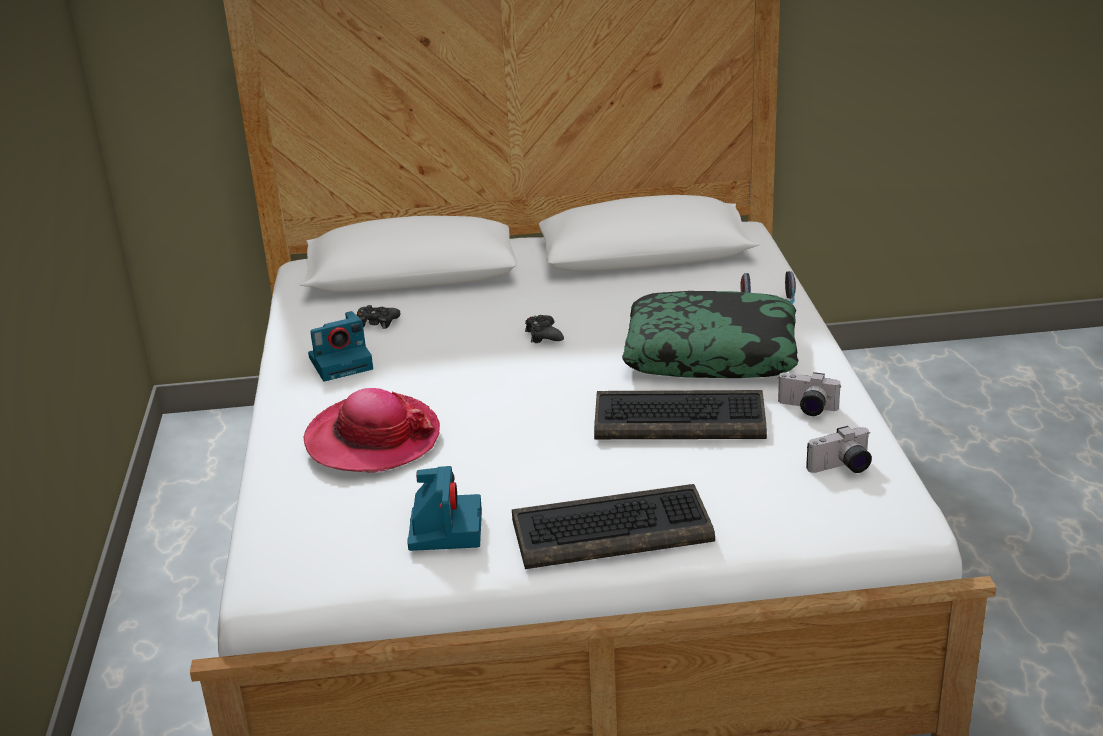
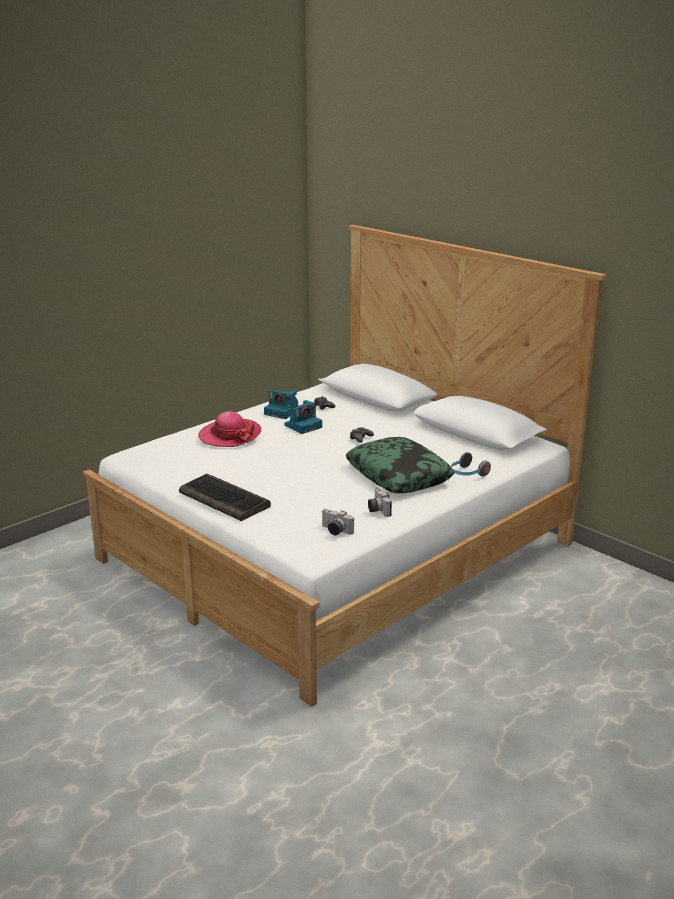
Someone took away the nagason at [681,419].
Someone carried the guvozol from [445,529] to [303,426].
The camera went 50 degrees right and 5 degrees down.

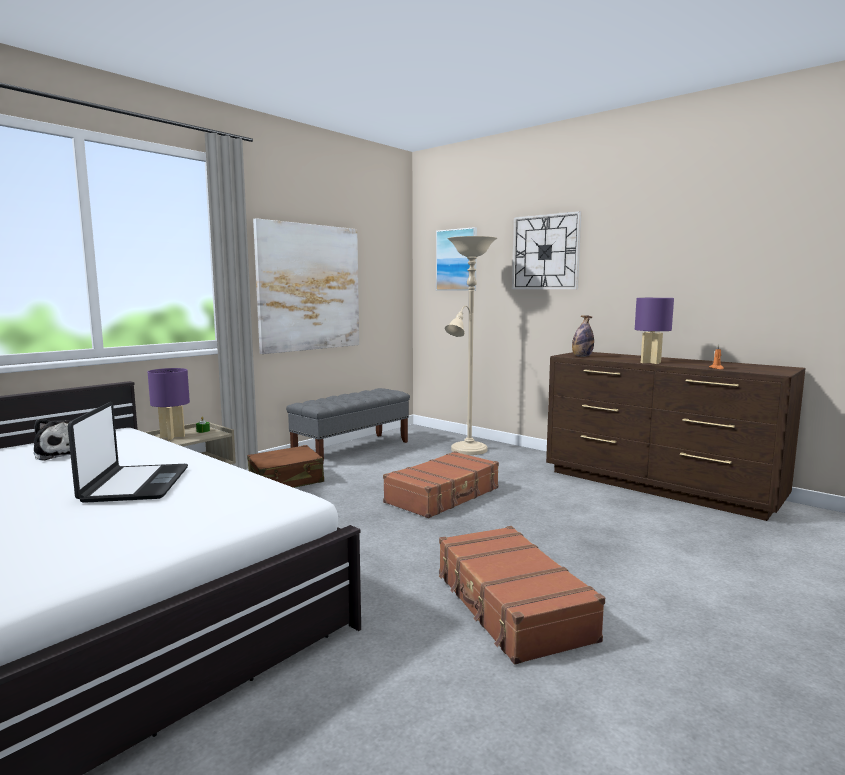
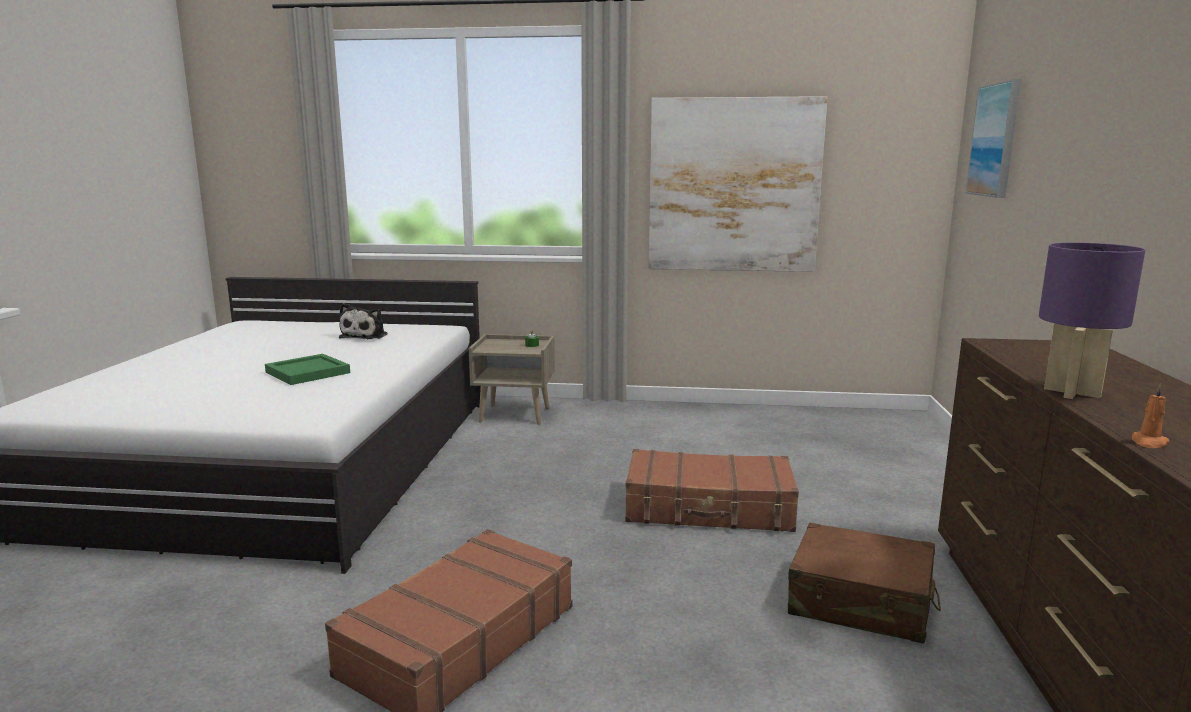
Someone took away the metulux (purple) at [172,437].
Someone took away the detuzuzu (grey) at [352,449].
Someone took away the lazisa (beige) at [467,451].
Someone took away the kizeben at [545,252].
Someone took away the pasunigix at [582,356].
Someone carried the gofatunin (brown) from [286,481] to [860,602].
Someone swapped the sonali at [135,484] for the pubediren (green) at [308,372].
The camera went 55 degrees right and 5 degrees up.

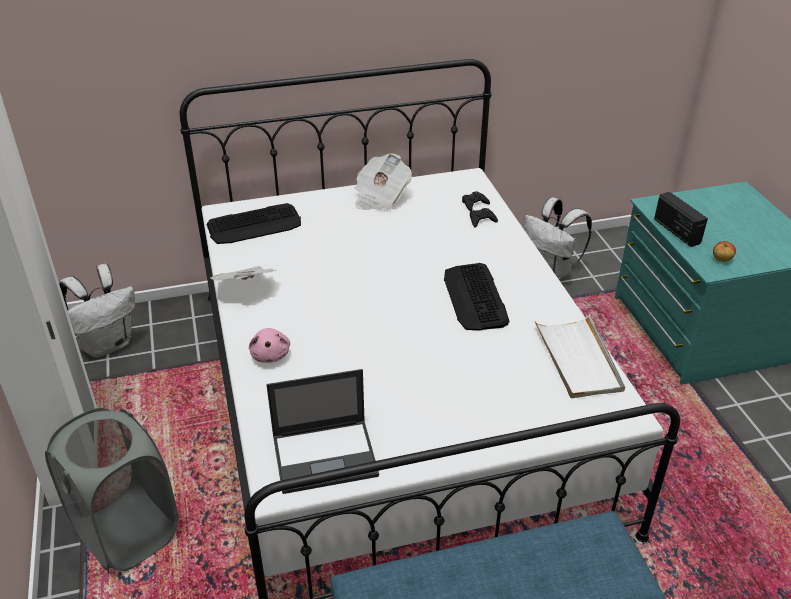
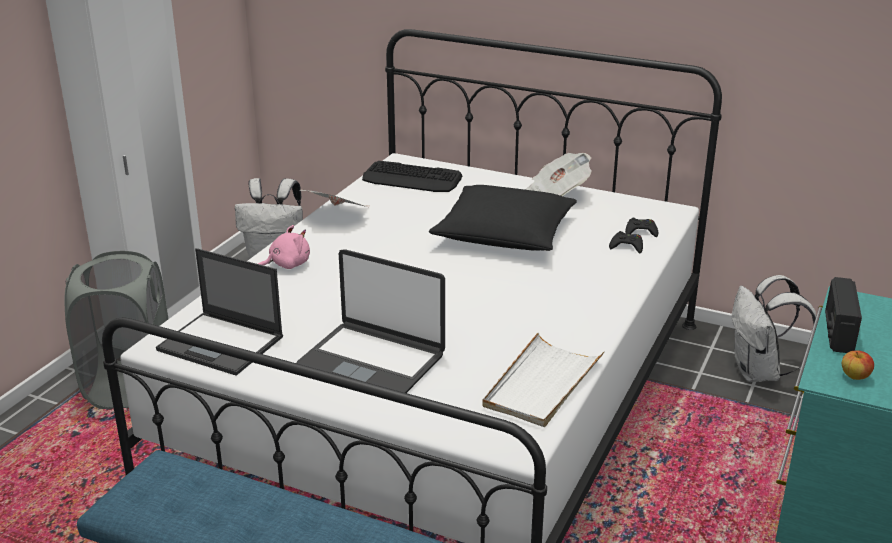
Someone took away the nagason at [475,297].
Someone put down the sonali at [372,360].
Someone put down the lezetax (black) at [504,233].
Someone rotated the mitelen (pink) at [270,354] by 150 degrees counterclockwise.
The camera went 40 degrees right and 10 degrees down.

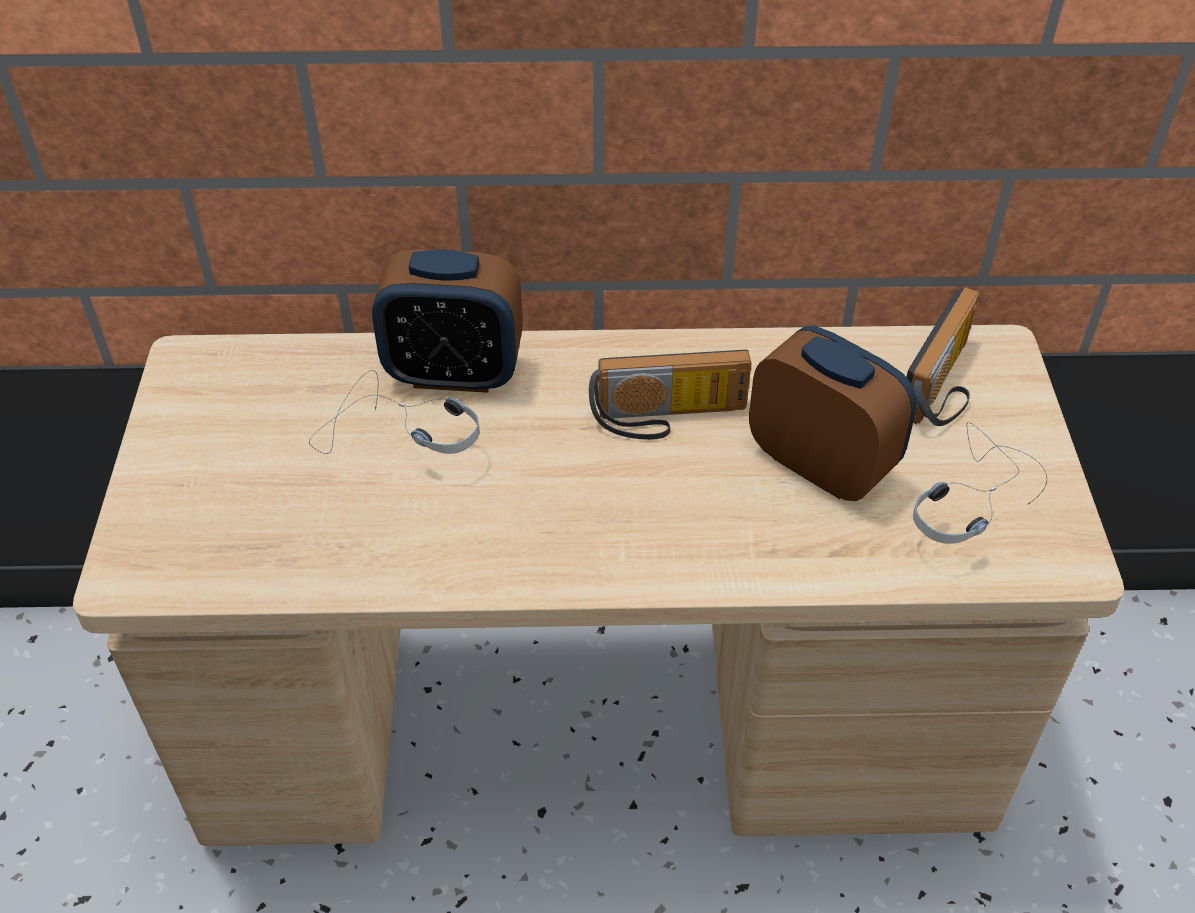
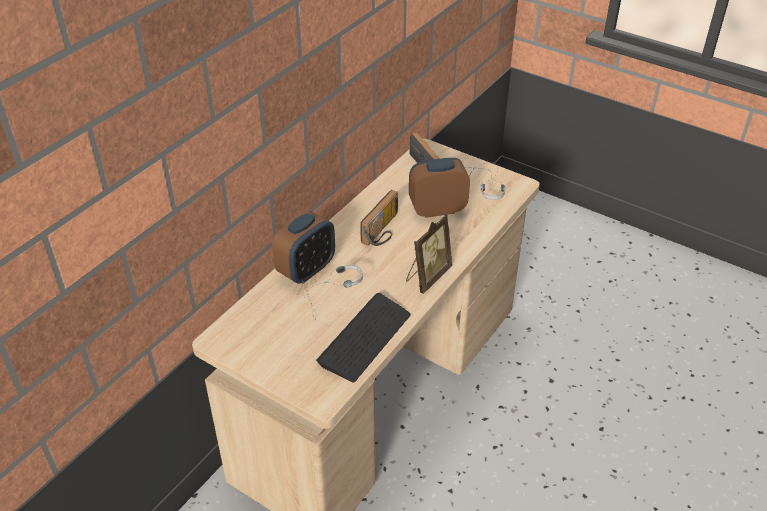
Someone put down the nagason at [365,338].
Someone put down the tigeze at [427,276].
The camera went 55 degrees left and 5 degrees down.

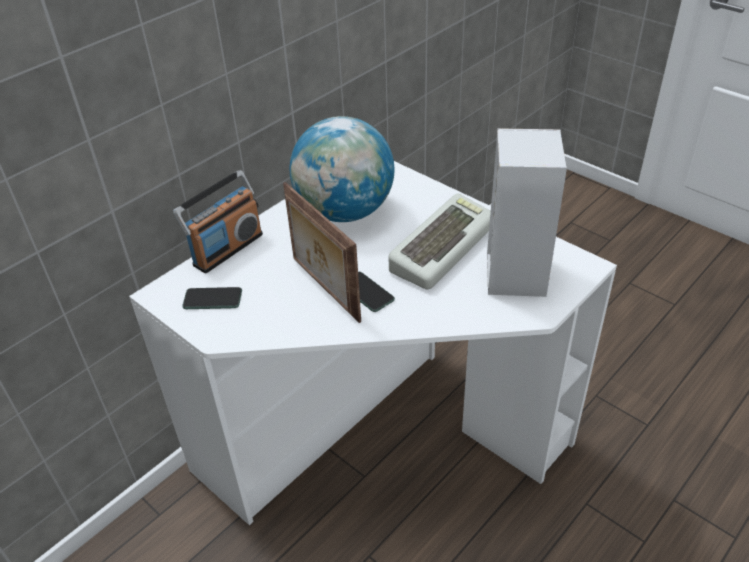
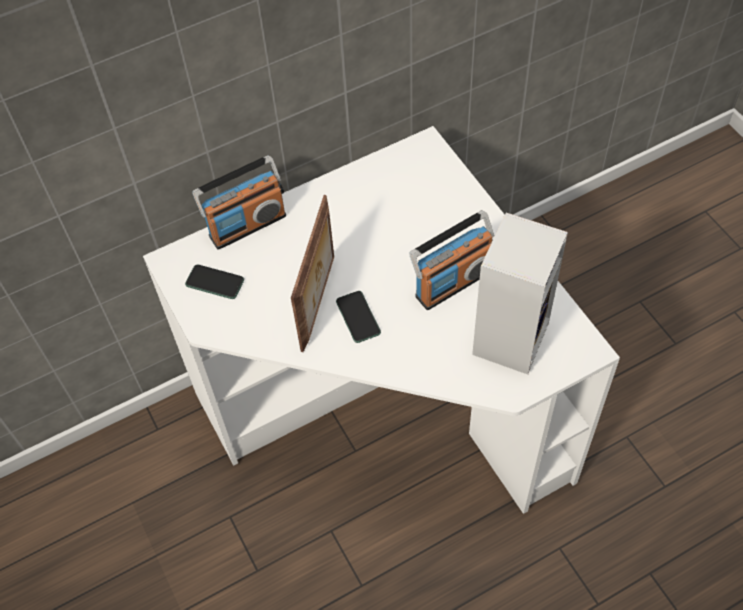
Someone took away the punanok at [345,211].
Someone swapped the nagason at [441,247] for the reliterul at [453,282].
Someone rotated the tigeze at [323,289] by 150 degrees counterclockwise.
The camera went 20 degrees right and 15 degrees up.

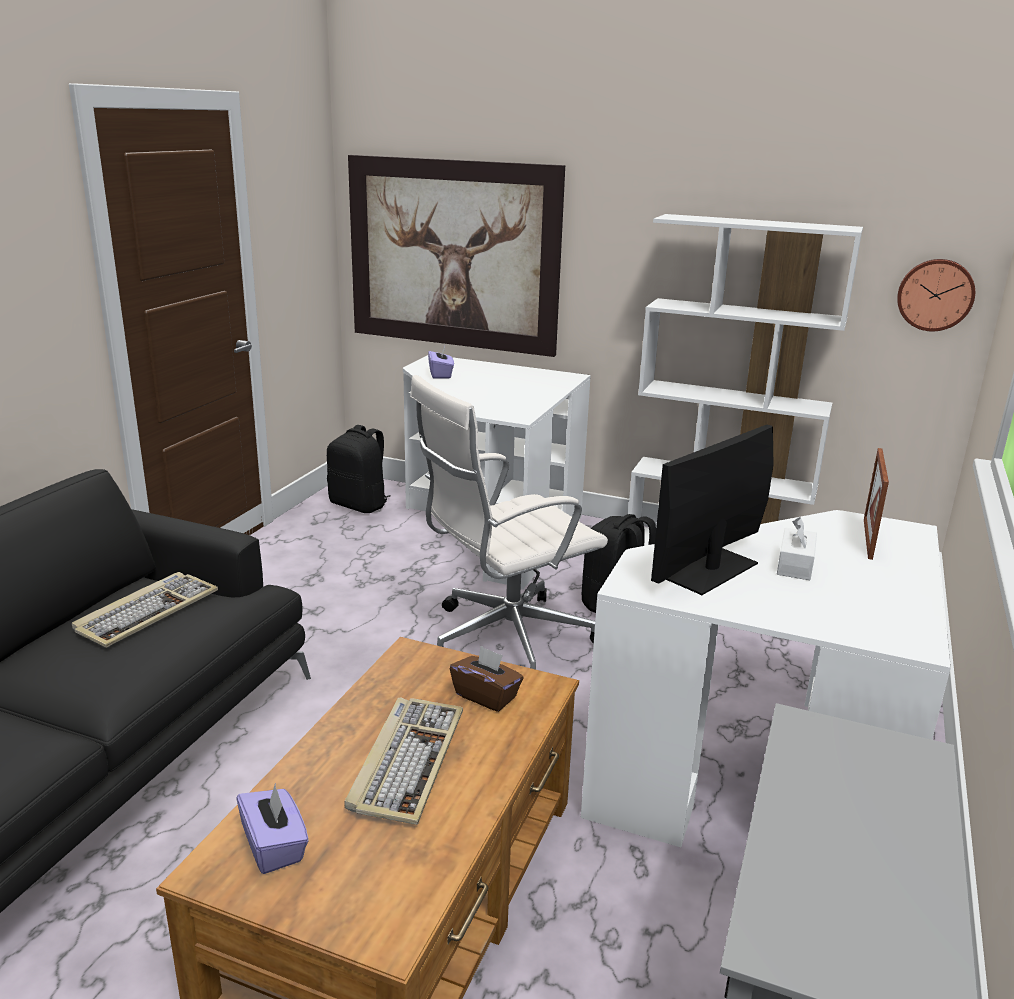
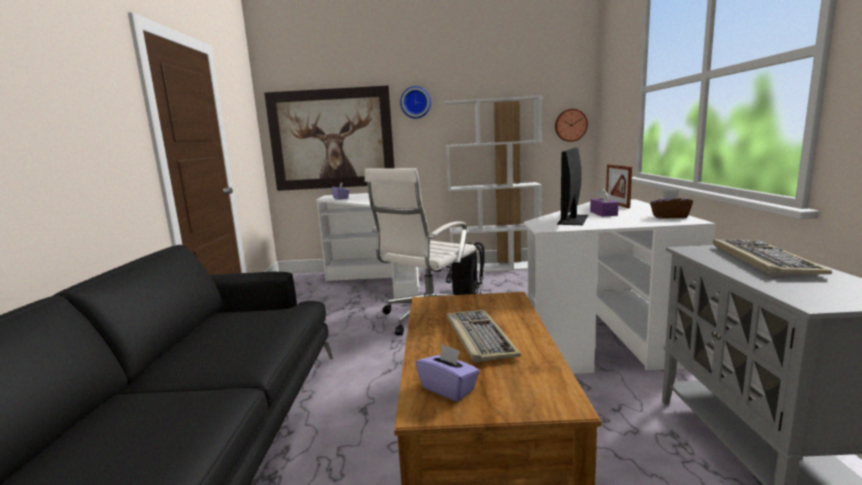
Someone took away the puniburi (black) at [360,505].
Someone put up the kizeben at [415,102].
Someone carried the nagason from [147,612] to [761,260].
Someone carried the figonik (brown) from [486,696] to [669,217].
Someone repainted the figonik (white) at [795,565], which became the figonik (purple) at [603,213].
The camera went 20 degrees left and 10 degrees down.

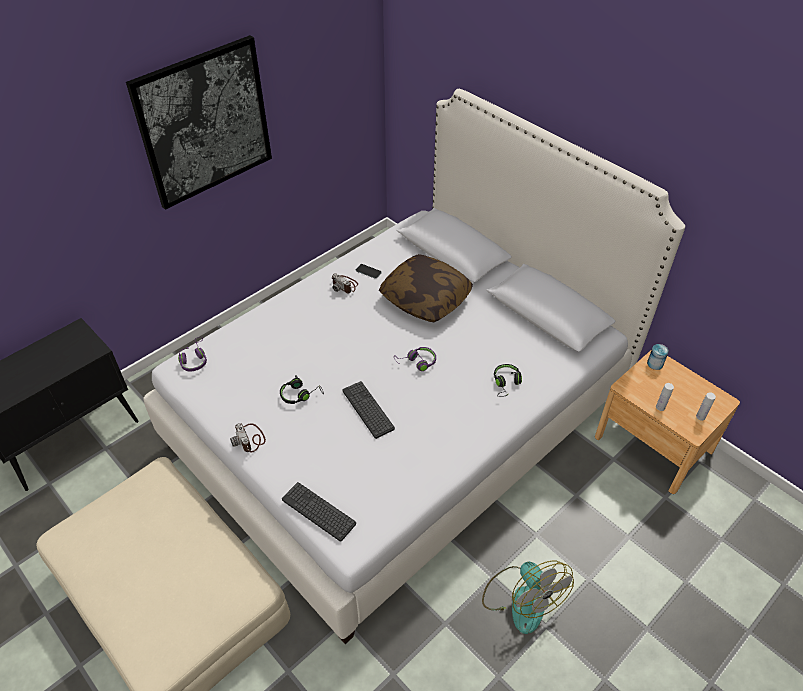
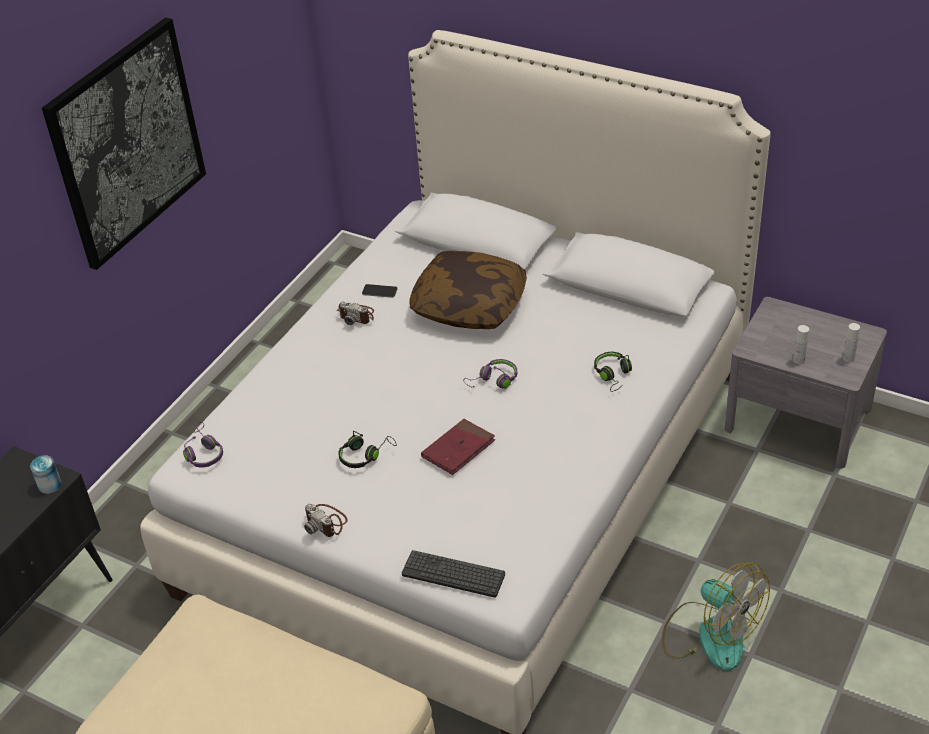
Someone carried the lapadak from [655,364] to [50,485].
Someone swapped the nagason at [368,409] for the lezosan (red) at [458,449].
Someone repainted the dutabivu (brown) at [653,444], which became the dutabivu (grey) at [798,418].
The camera went 15 degrees left and 5 degrees down.

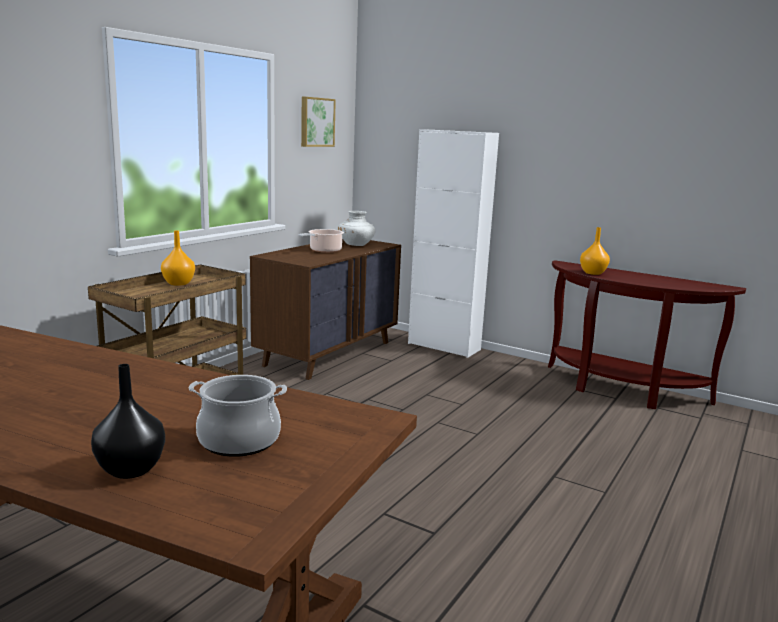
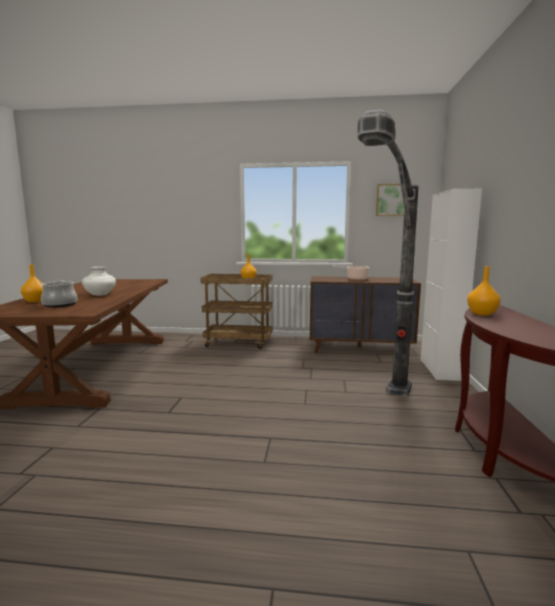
Someone put down the lazisa at [384,423].
Someone carried the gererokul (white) from [356,245] to [100,295].
Someone repainted the gererokul (black) at [129,469], which became the gererokul (orange) at [35,301].
The camera went 65 degrees right and 5 degrees down.

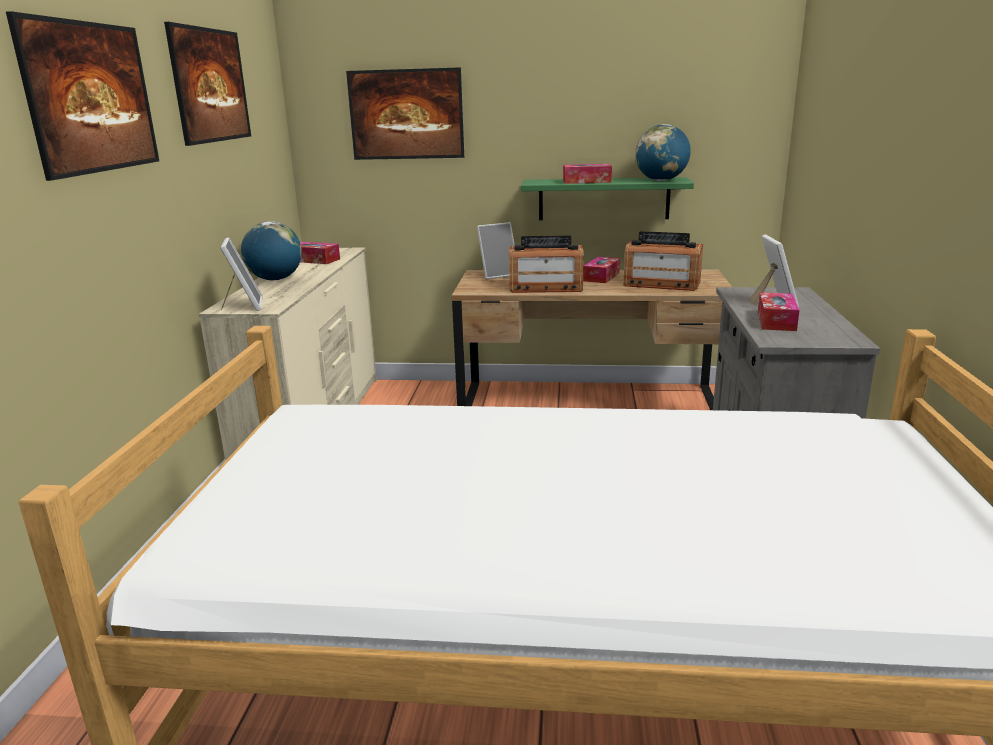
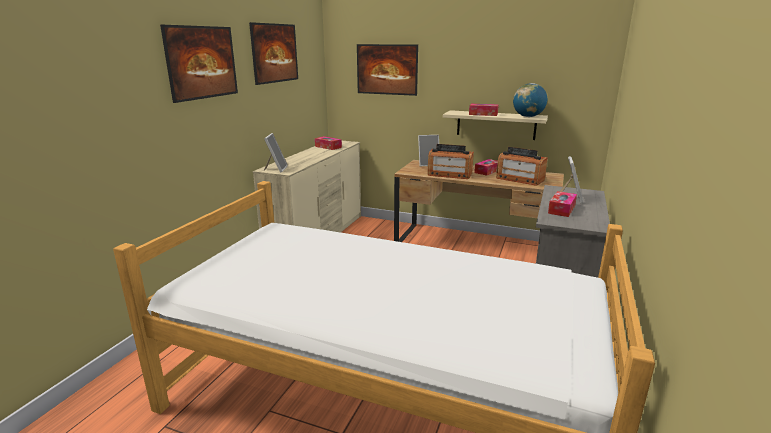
Someone took away the punanok at [275,279].
Someone repainted the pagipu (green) at [603,199], which became the pagipu (beige) at [496,125].
The camera went 15 degrees right and 0 degrees up.

